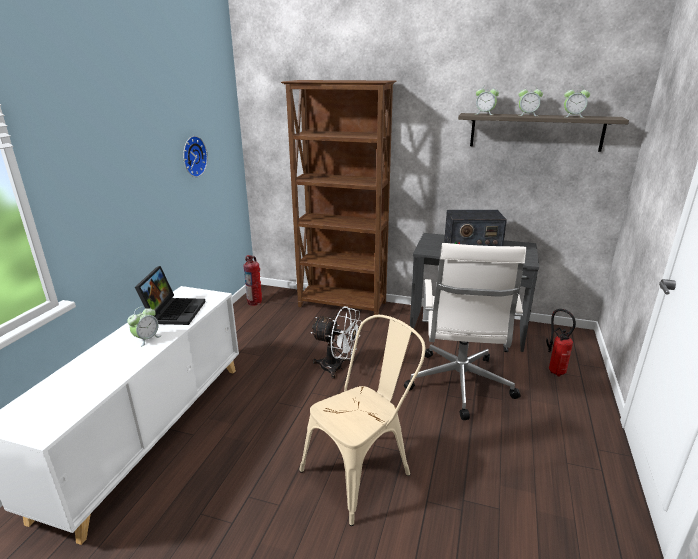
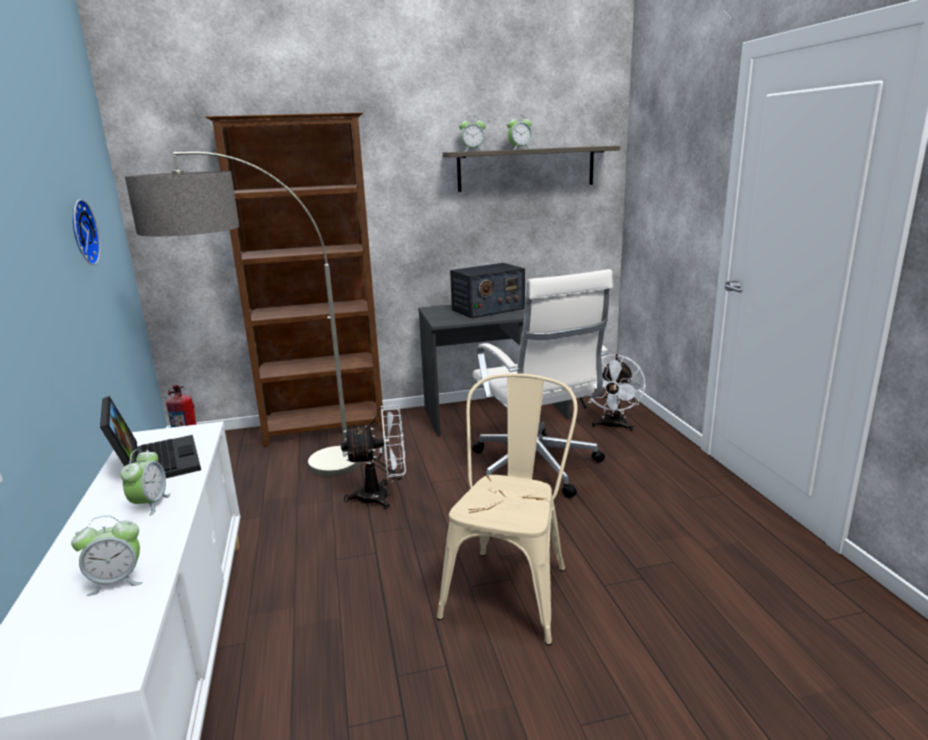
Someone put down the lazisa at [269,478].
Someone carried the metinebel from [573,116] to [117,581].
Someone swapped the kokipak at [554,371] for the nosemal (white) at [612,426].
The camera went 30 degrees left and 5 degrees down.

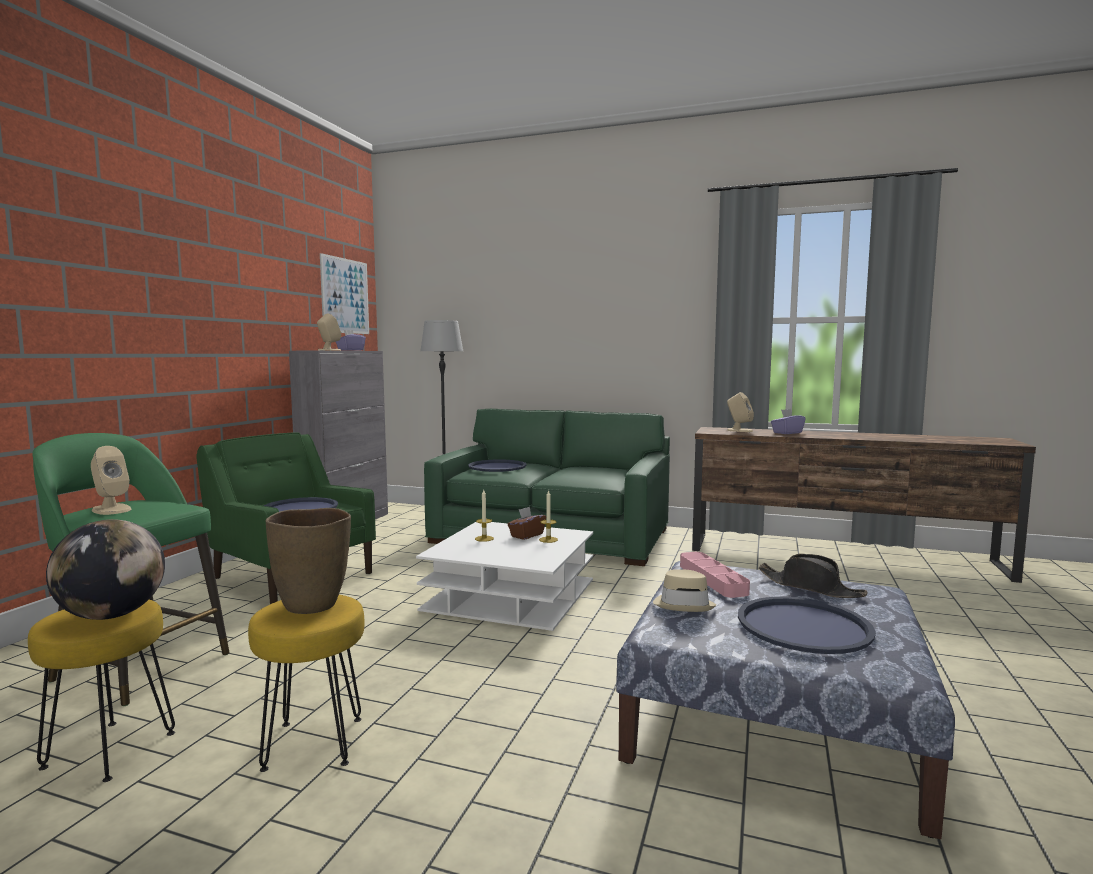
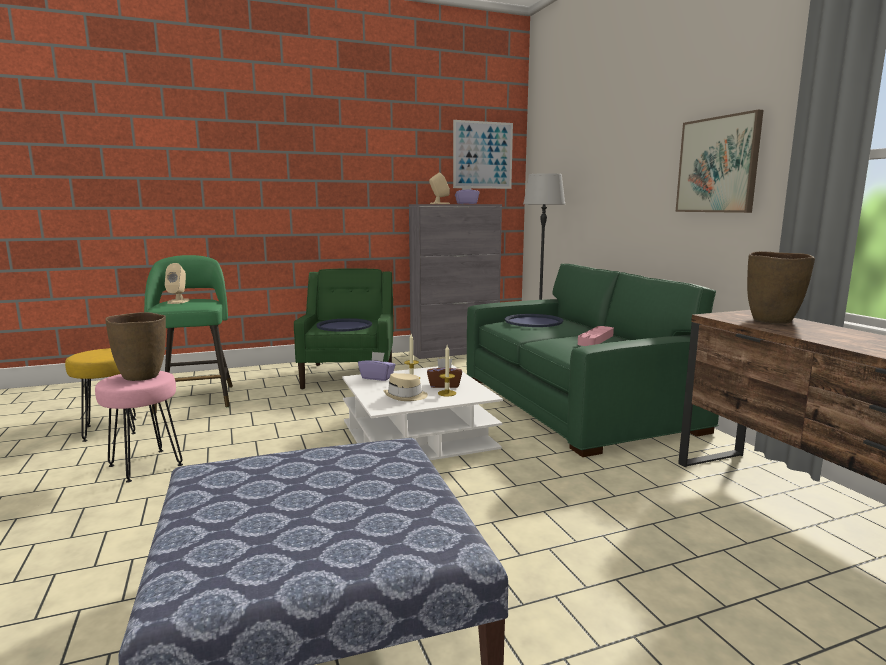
Someone took away the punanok at [112,615].
Someone took away the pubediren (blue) at [803,626].
Someone took away the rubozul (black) at [810,587].
Someone put up the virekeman at [718,165].
Someone carried the rubozul (beige) from [684,604] to [406,396].
Someone carried the pubediren (pink) from [712,579] to [595,339].
Someone carried the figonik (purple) from [787,433] to [377,377].
Someone swapped the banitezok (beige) at [739,430] for the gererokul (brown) at [773,320].
Someone repainted the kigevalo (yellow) at [312,743], which became the kigevalo (pink) at [144,465].
The camera went 50 degrees right and 5 degrees up.

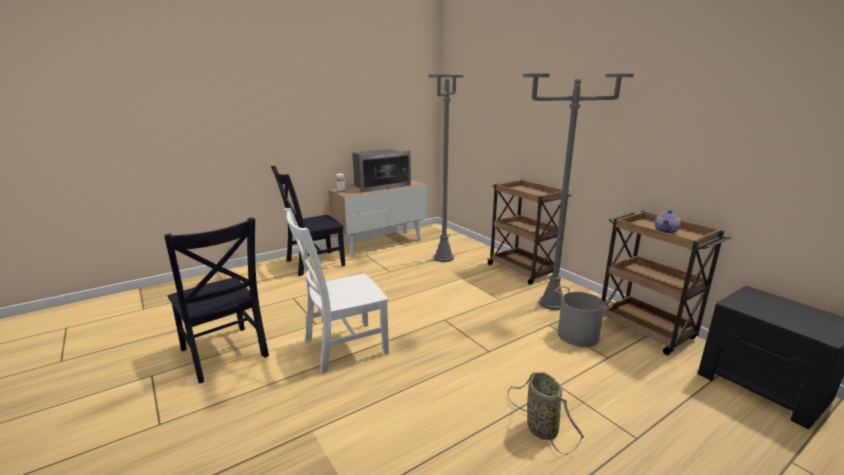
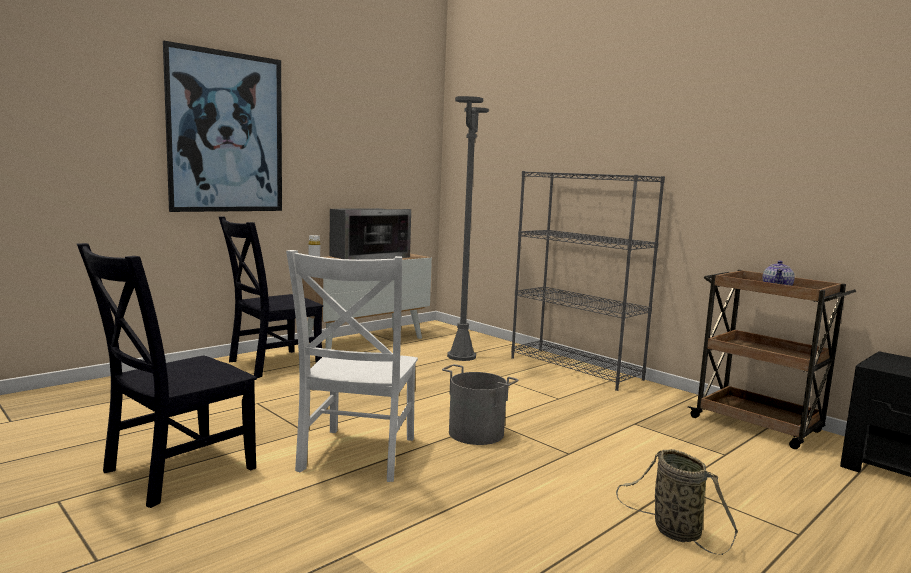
Someone took away the lazisa (grey) at [552,303].
Someone put up the virekeman at [226,132].
Someone carried the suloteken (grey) from [577,336] to [475,433].
Someone swapped the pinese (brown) at [523,270] for the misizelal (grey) at [576,368].
Someone rotated the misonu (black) at [224,355] by 90 degrees clockwise.
Someone rotated the misonu (white) at [342,347] by 45 degrees counterclockwise.
The camera went 10 degrees left and 10 degrees down.

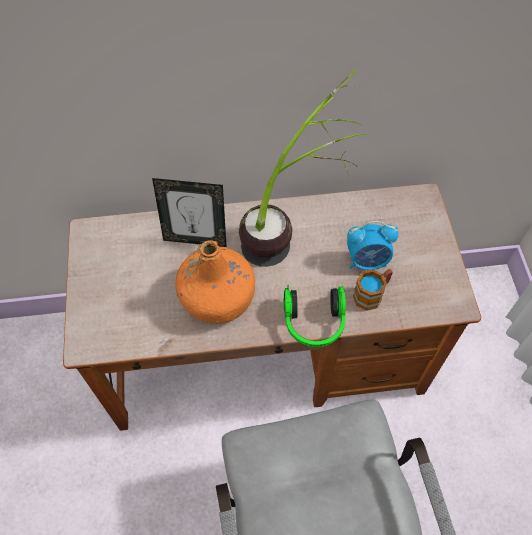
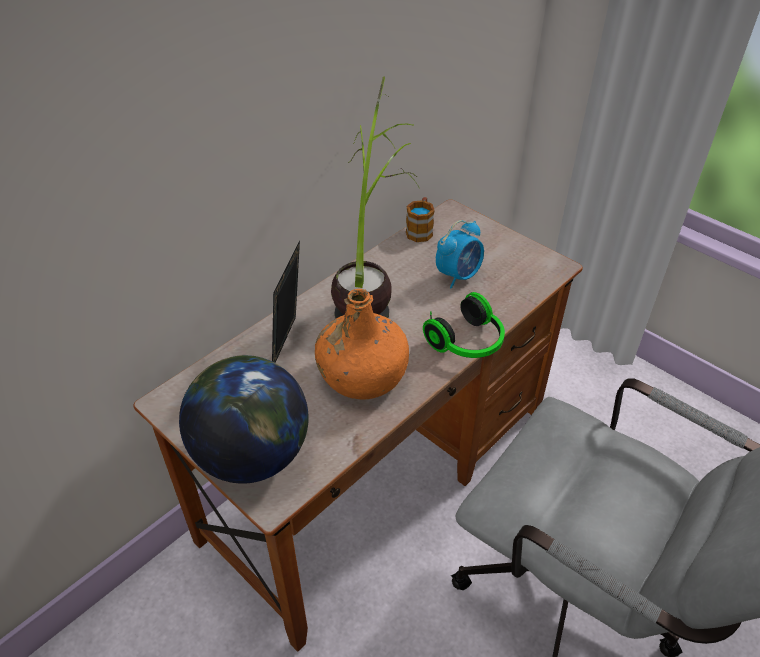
Someone put down the punanok at [252,455].
Someone carried the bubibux from [372,294] to [420,230].
Someone rotated the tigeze at [195,239] by 135 degrees clockwise.
The camera went 40 degrees left and 15 degrees down.

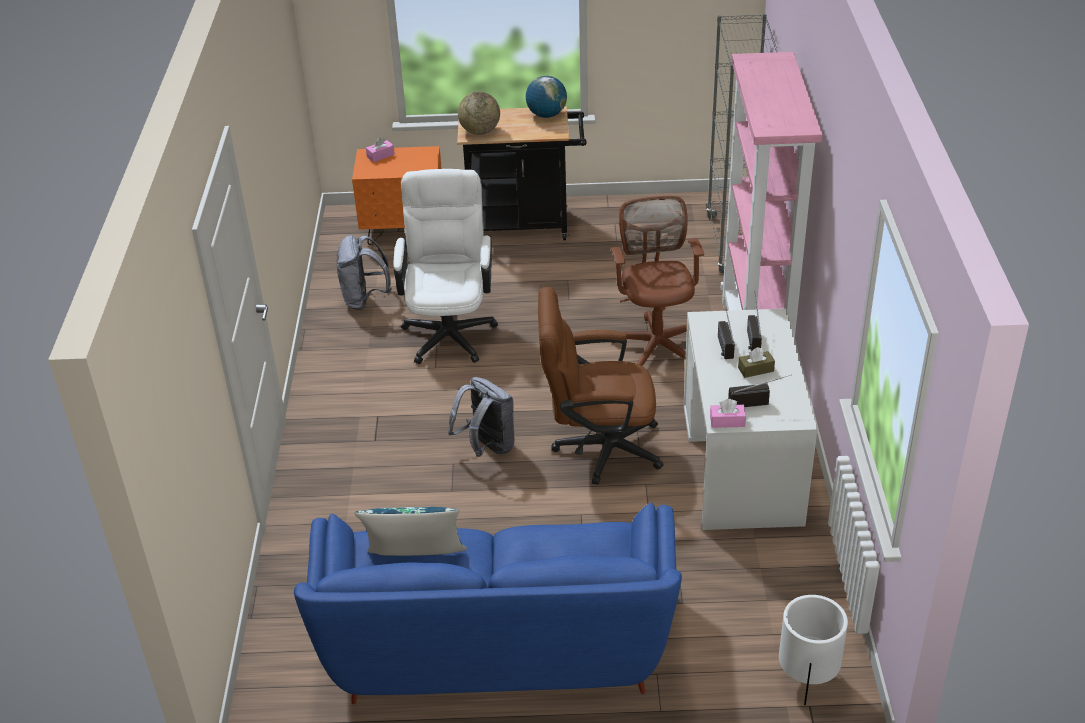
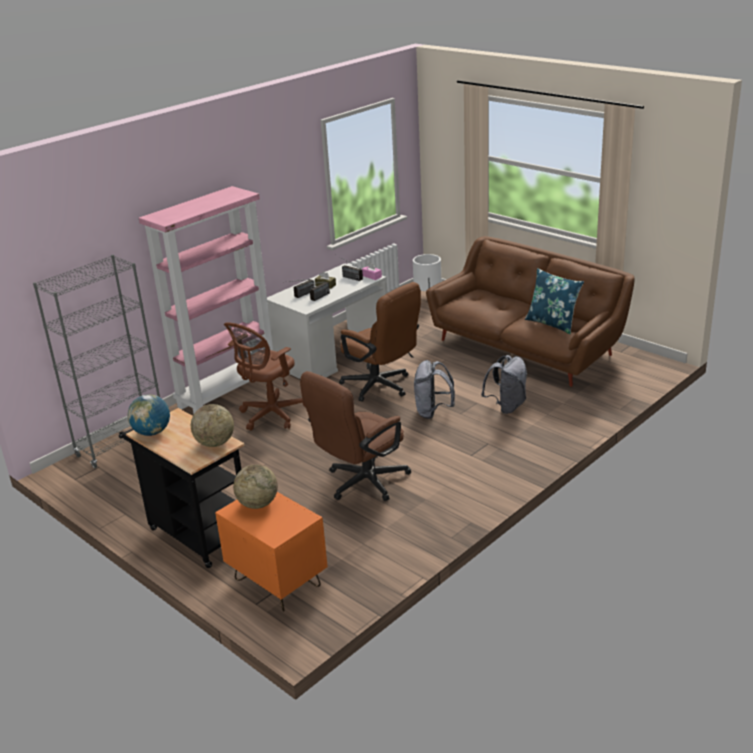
Someone took away the figonik (pink) at [380,155].
Someone put down the punanok at [257,504].
Someone carried the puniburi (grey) from [365,299] to [506,406].
Someone repainted the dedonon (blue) at [496,638], which became the dedonon (brown) at [526,349].
Someone repainted the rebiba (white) at [450,329], which became the rebiba (brown) at [361,484].
The camera went 135 degrees left and 10 degrees down.

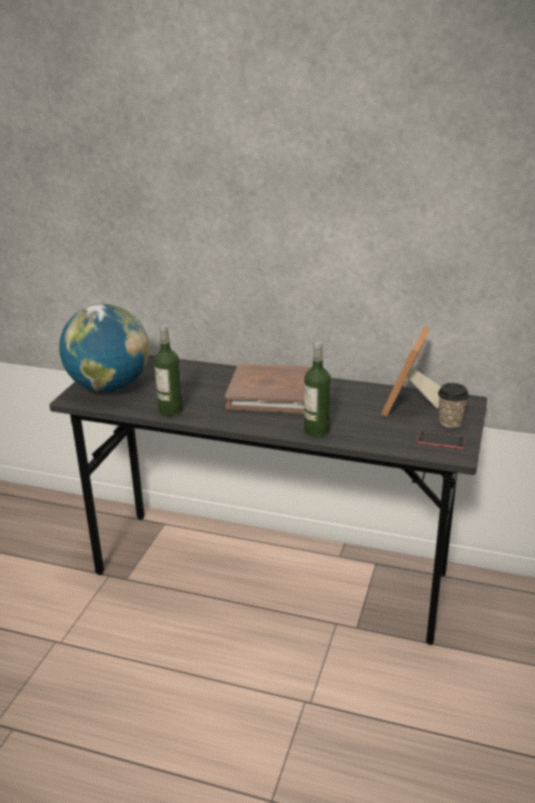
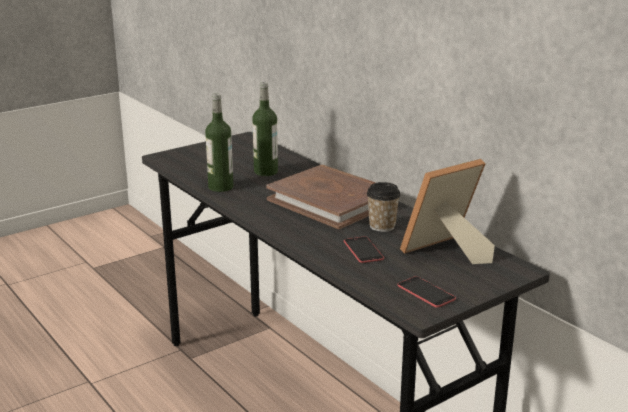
Someone took away the punanok at [109,387].
Someone put down the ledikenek at [363,250].
Someone carried the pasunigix from [316,430] to [266,172].
Someone carried the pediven from [450,422] to [382,226].
The camera went 35 degrees right and 5 degrees down.

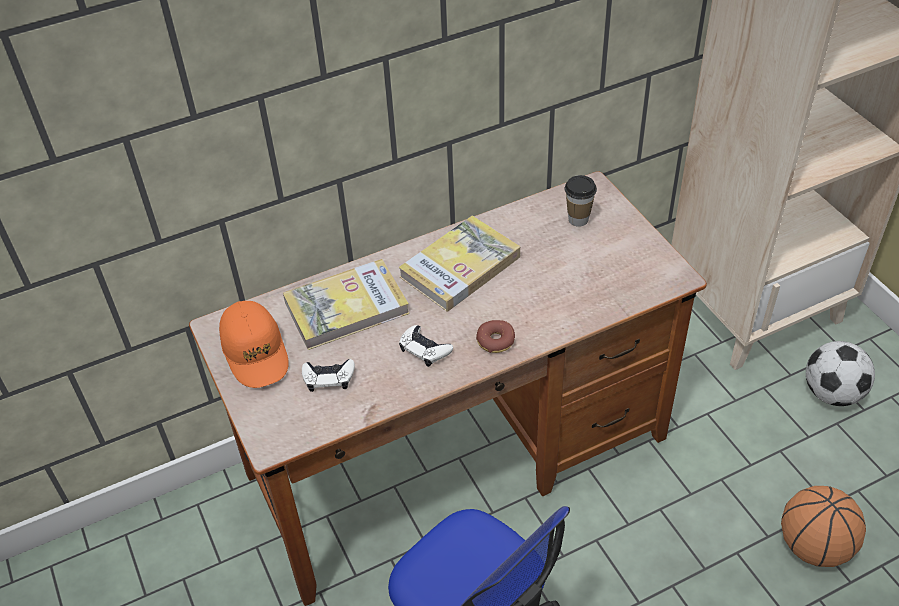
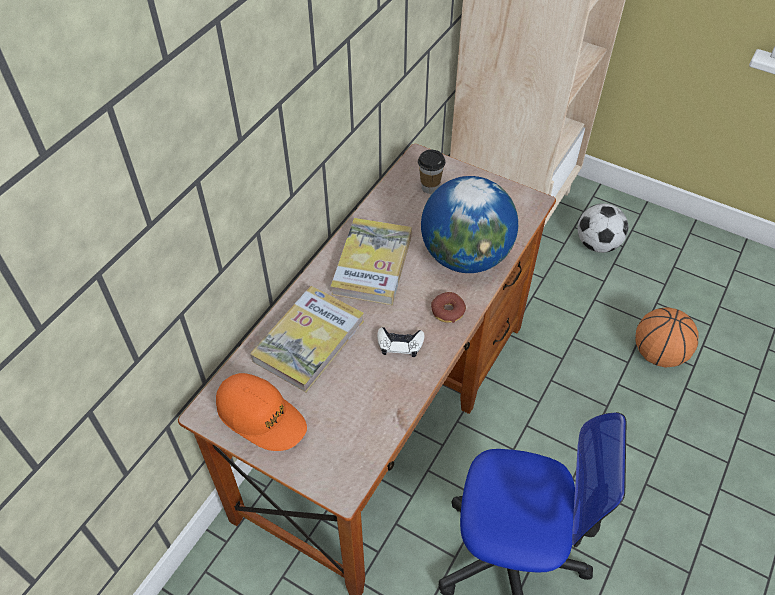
Someone took away the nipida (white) at [328,377].
Someone put down the punanok at [465,256].
The camera went 35 degrees left and 5 degrees up.

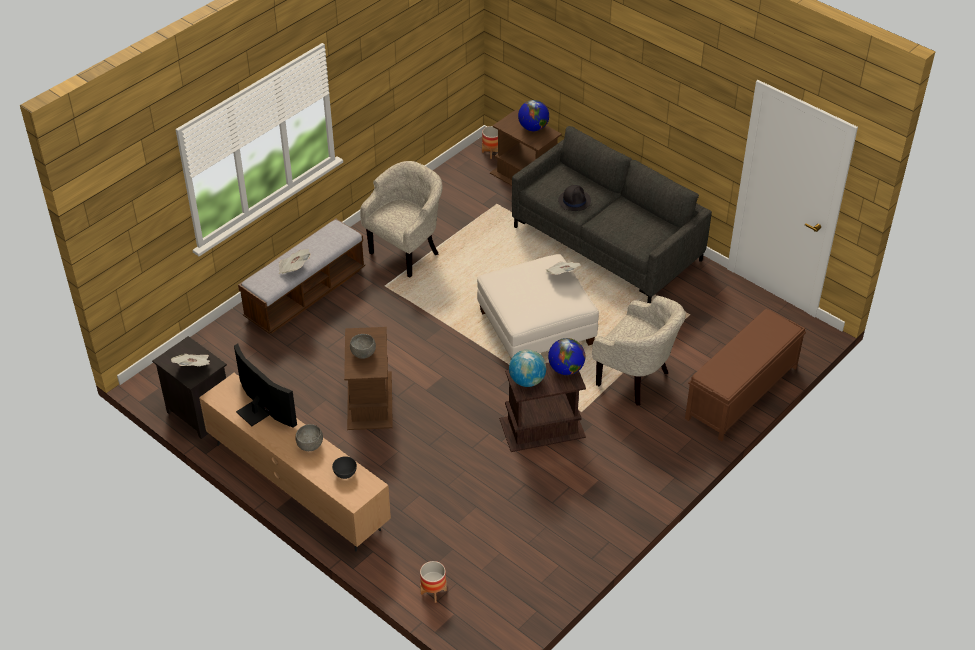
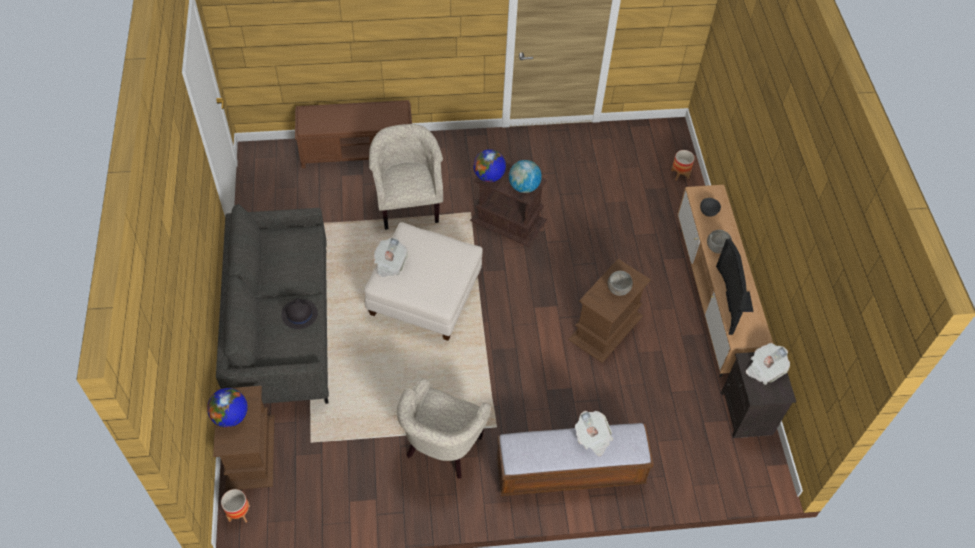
Someone rotated the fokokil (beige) at [407,252] by 60 degrees counterclockwise.
The camera went 140 degrees left and 10 degrees up.

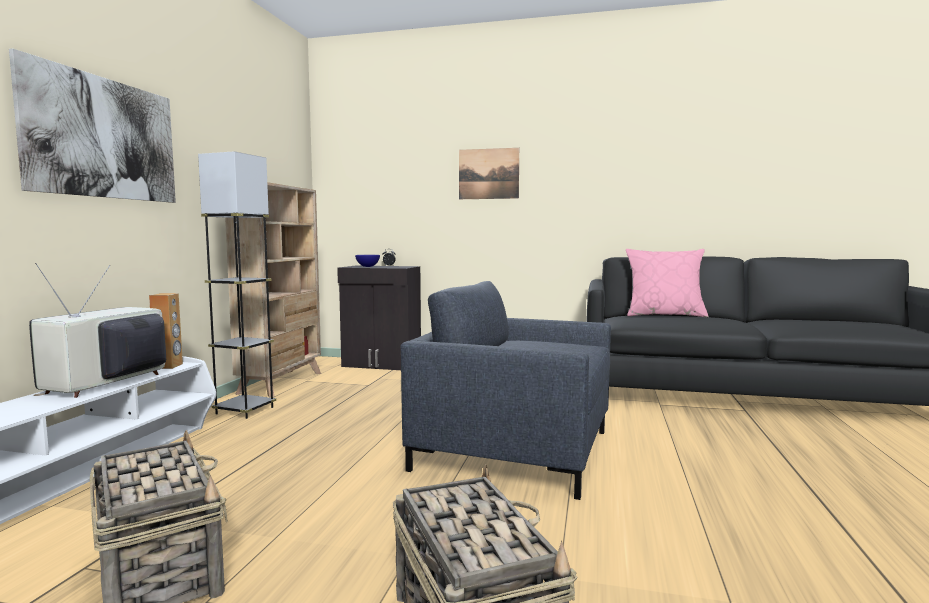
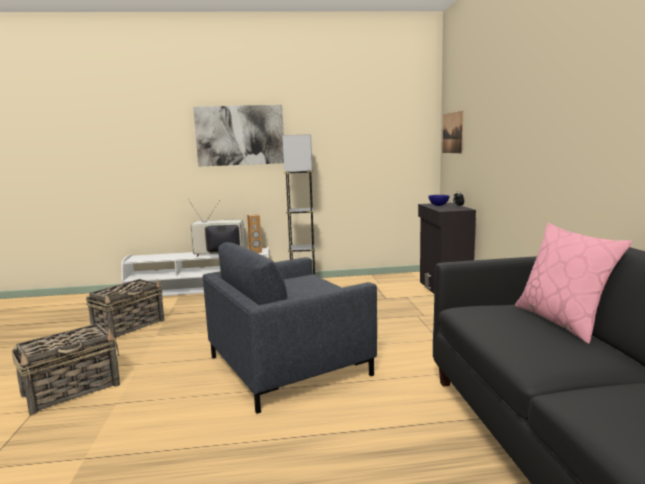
Someone took away the misizelal (beige) at [282,383].
Someone carried the virekeman from [488,174] to [452,133].
Someone rotated the fokokil (grey) at [514,450] by 120 degrees counterclockwise.
The camera went 70 degrees right and 5 degrees up.

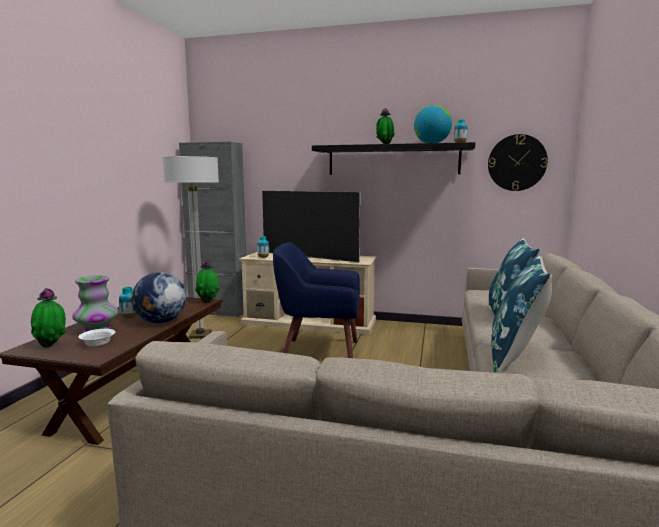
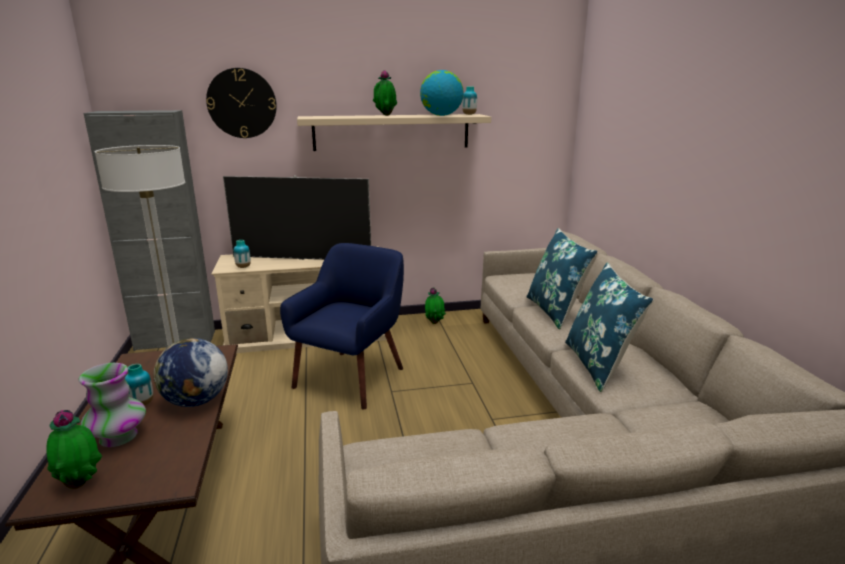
Someone took away the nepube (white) at [98,343].
Someone carried the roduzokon from [208,302] to [434,322].
Someone carried the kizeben from [517,162] to [242,103].
Someone repainted the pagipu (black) at [393,160], which became the pagipu (beige) at [391,132].
Someone rotated the fokokil (blue) at [319,352] by 135 degrees clockwise.
The camera went 25 degrees left and 10 degrees up.

